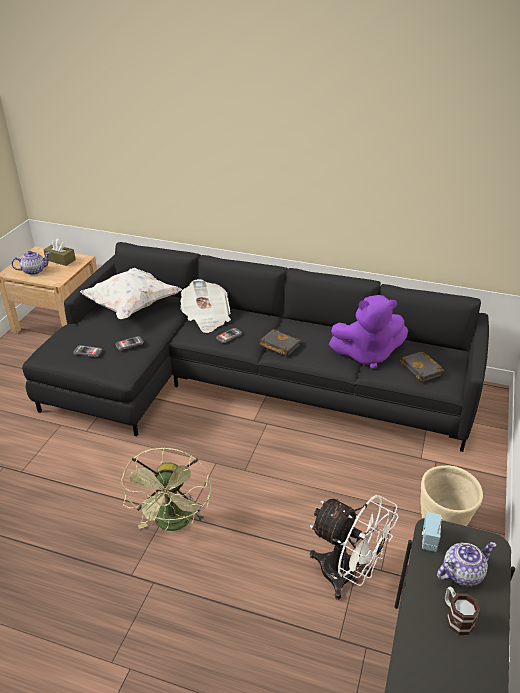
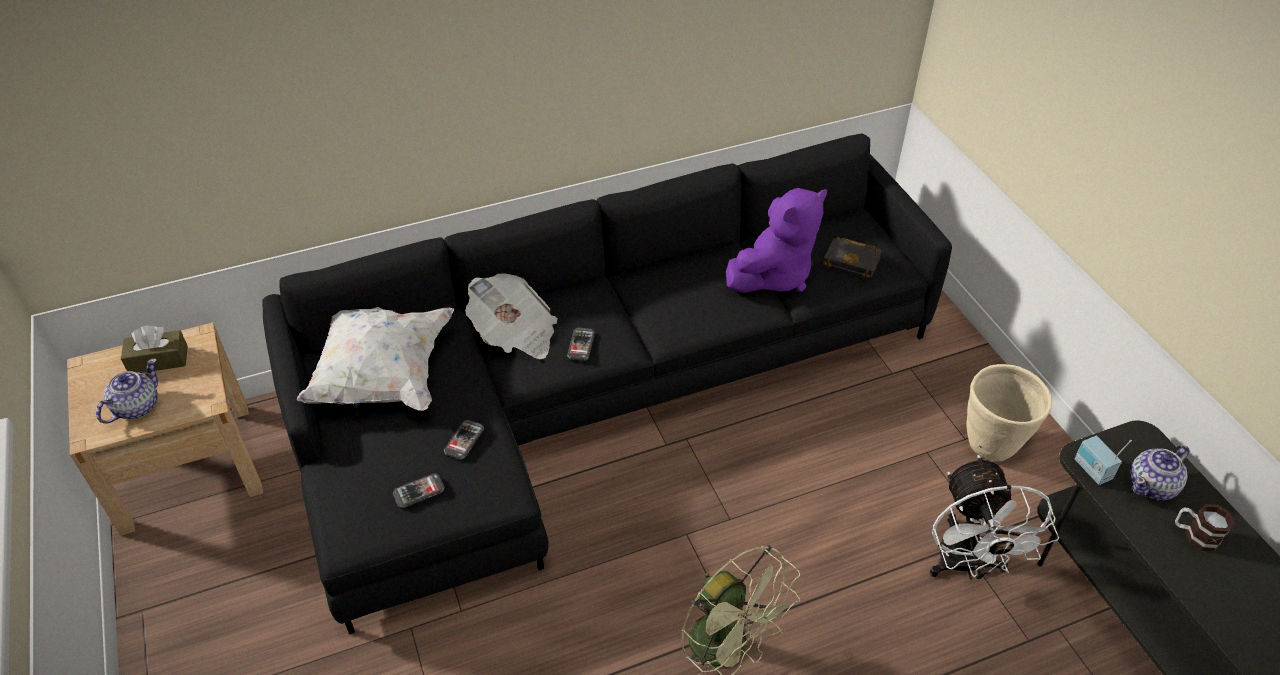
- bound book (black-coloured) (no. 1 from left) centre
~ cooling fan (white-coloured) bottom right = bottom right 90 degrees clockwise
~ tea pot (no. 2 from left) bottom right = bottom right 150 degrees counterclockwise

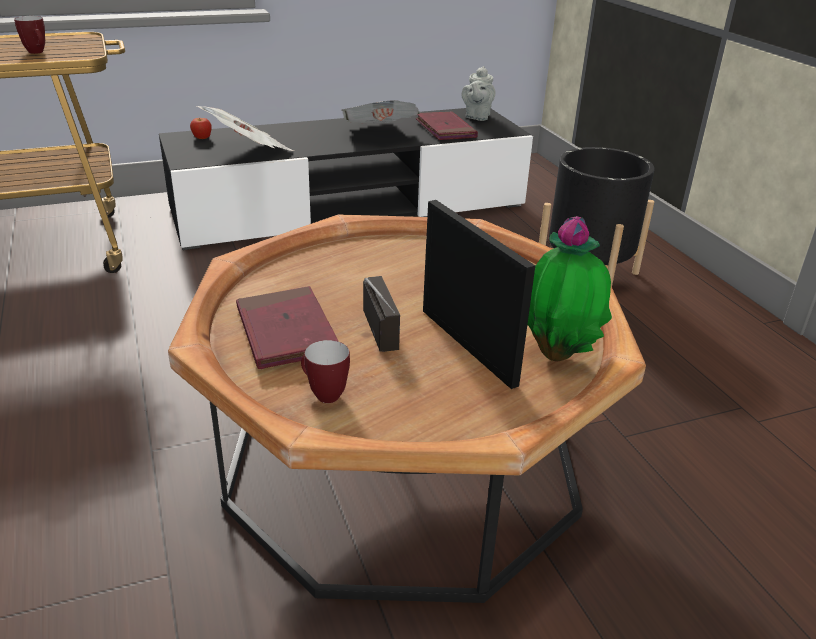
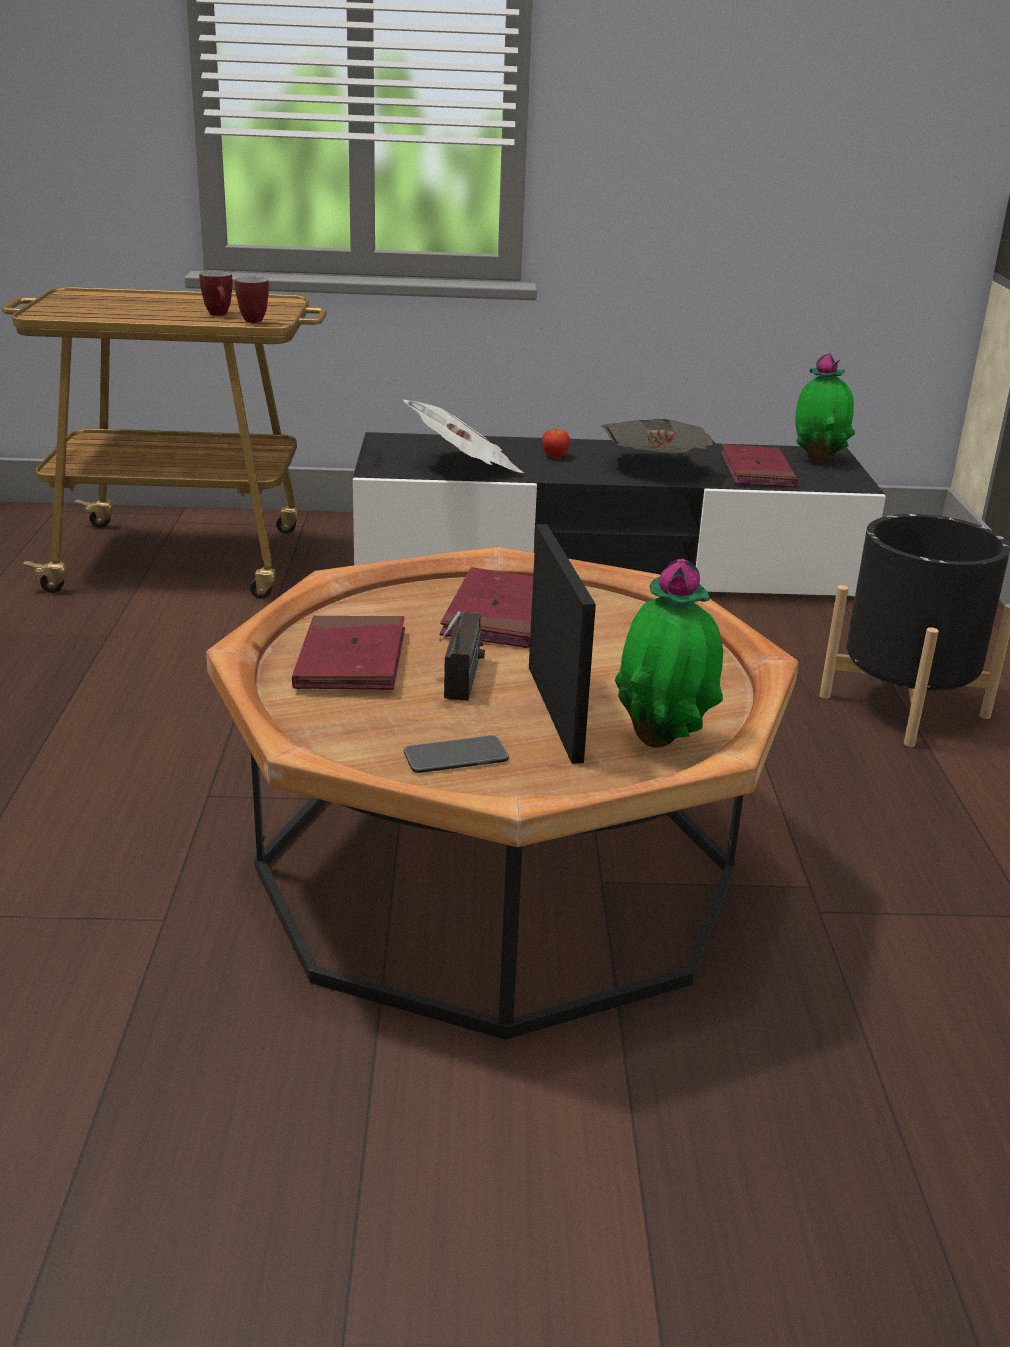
+ telephone centre
+ bound book (reddish) (no. 2 from left) centre
~ whole apple top left to top centre
~ mug (no. 2 from left) centre to top left
~ tea pot (gray) top centre to houseplant (no. 2 from left) top right

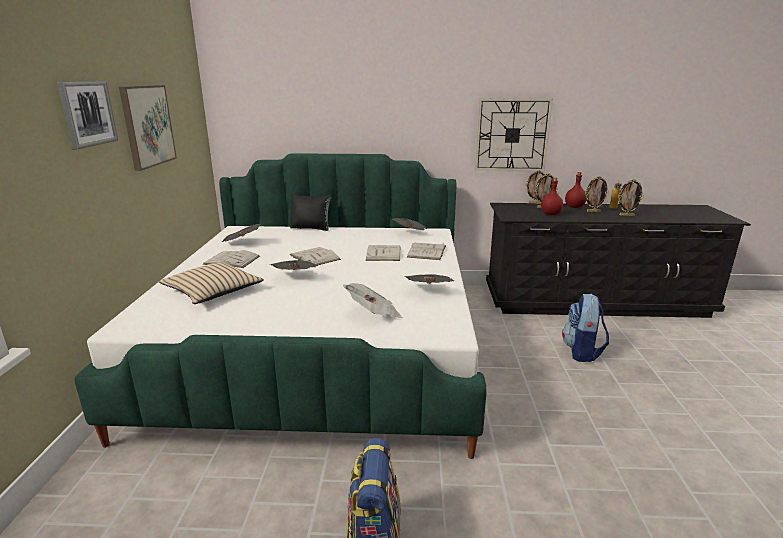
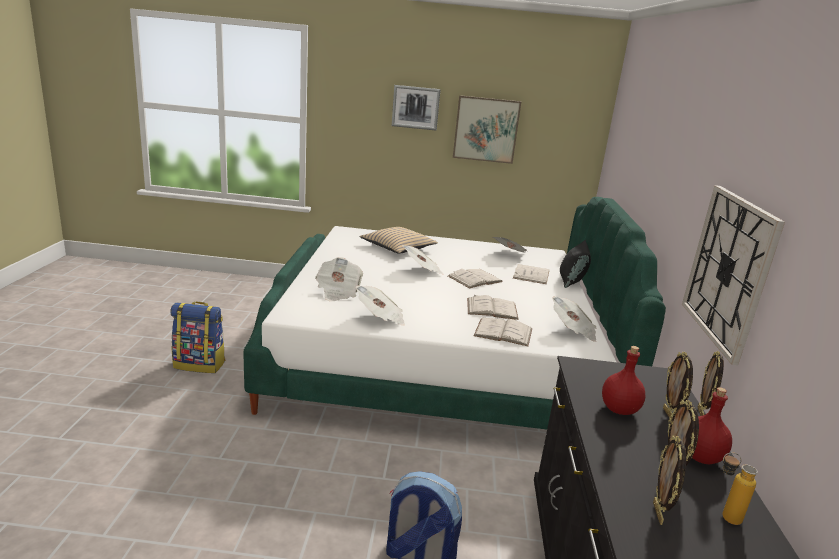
~ bound book (white-coloured) (no. 1 from left in the first image) middle left to bound book (white-coloured) (no. 4 from left) centre

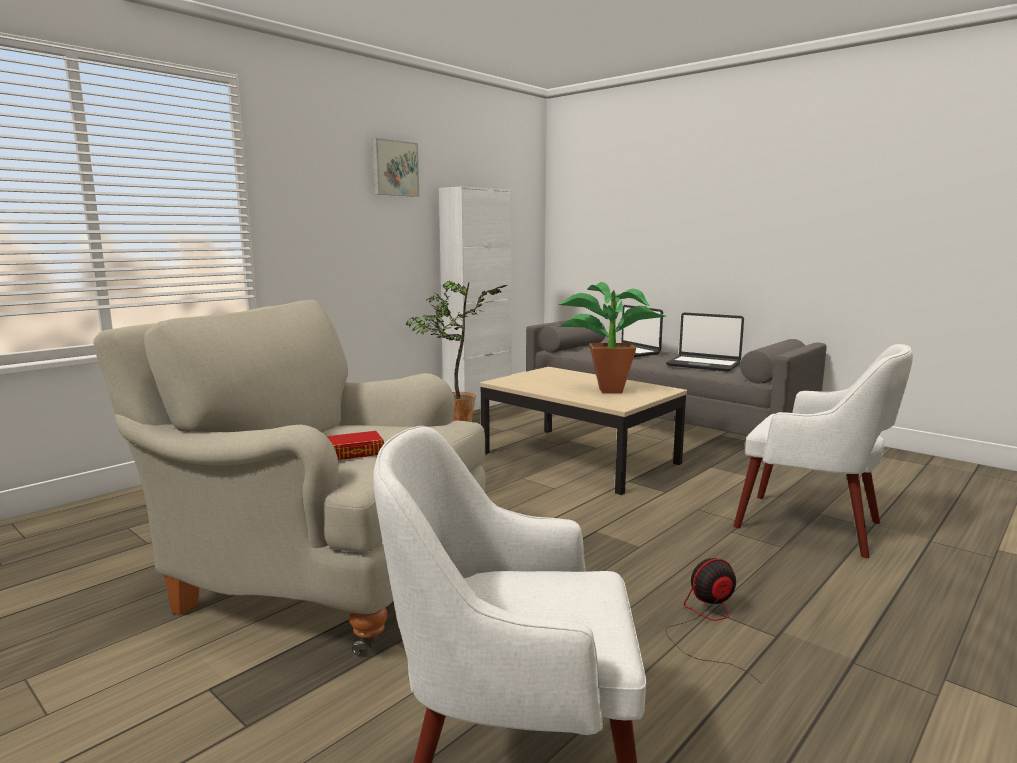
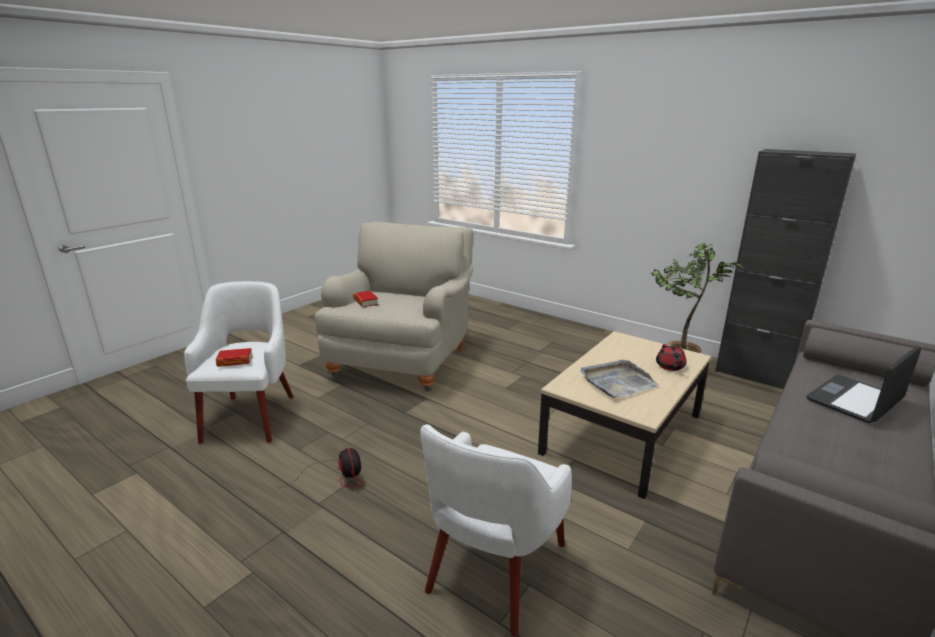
- picture top centre
- laptop (no. 2 from left) middle right
+ bound book (no. 1 from left) middle left
+ tea pot (reddish) middle right
~ houseplant (no. 2 from left) centre to carrying tray (gray) centre
~ cabinet (white-coloured) centre to cabinet (black-coloured) middle right

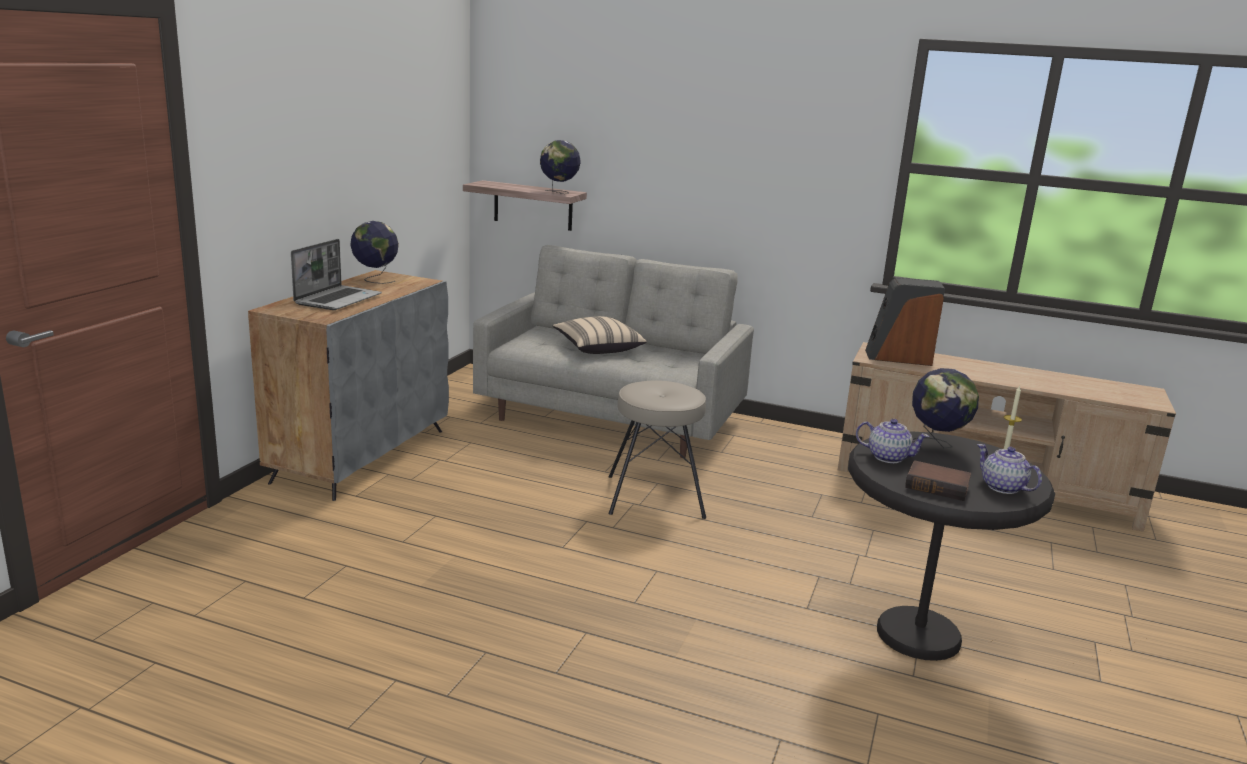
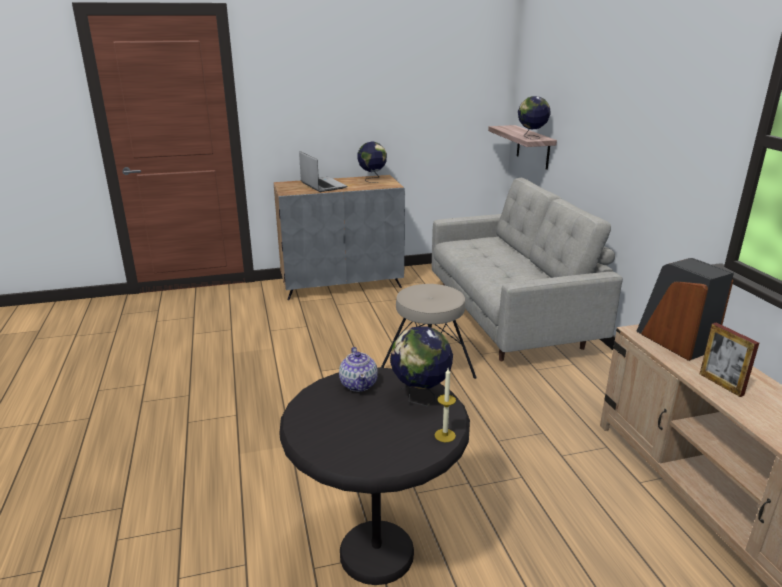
- pillow (beige-coloured) centre
- bound book middle right
- tea pot (no. 2 from left) middle right
+ picture frame middle right
~ laptop middle left = top centre 105 degrees counterclockwise

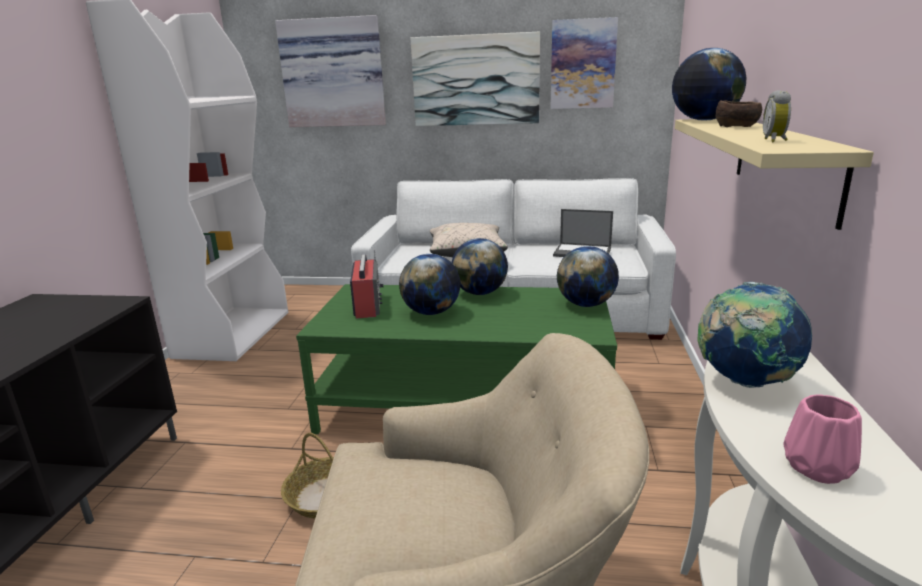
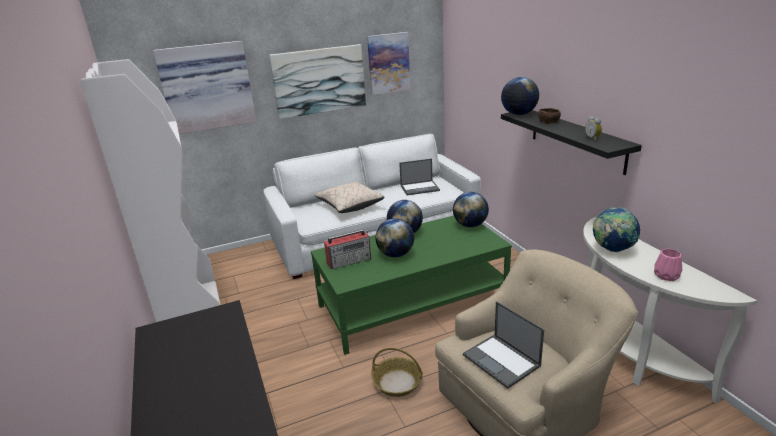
+ laptop (no. 2 from left) bottom centre
~ wall shelf (beige-coloured) top right to wall shelf (black-coloured) top right
~ radio receiver centre = centre 105 degrees clockwise

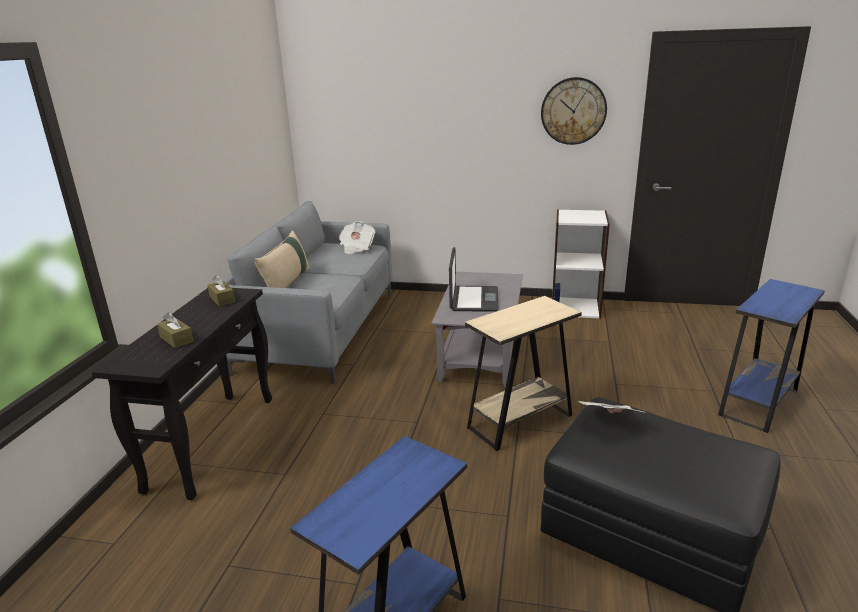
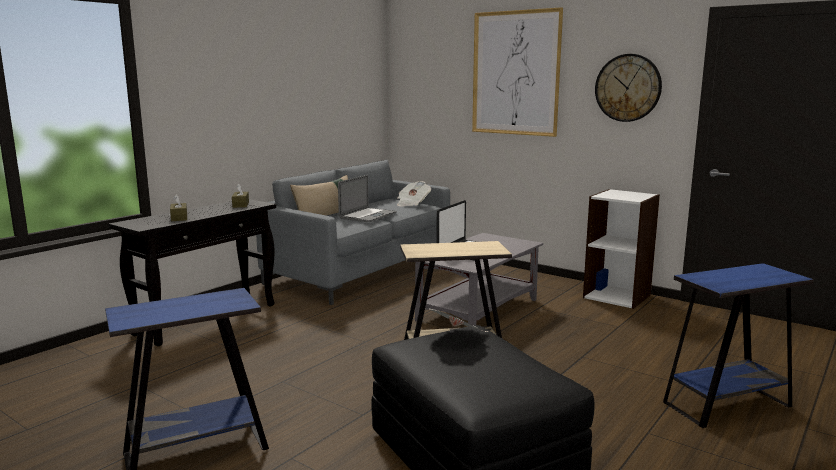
+ laptop (no. 1 from left) centre
+ picture top centre

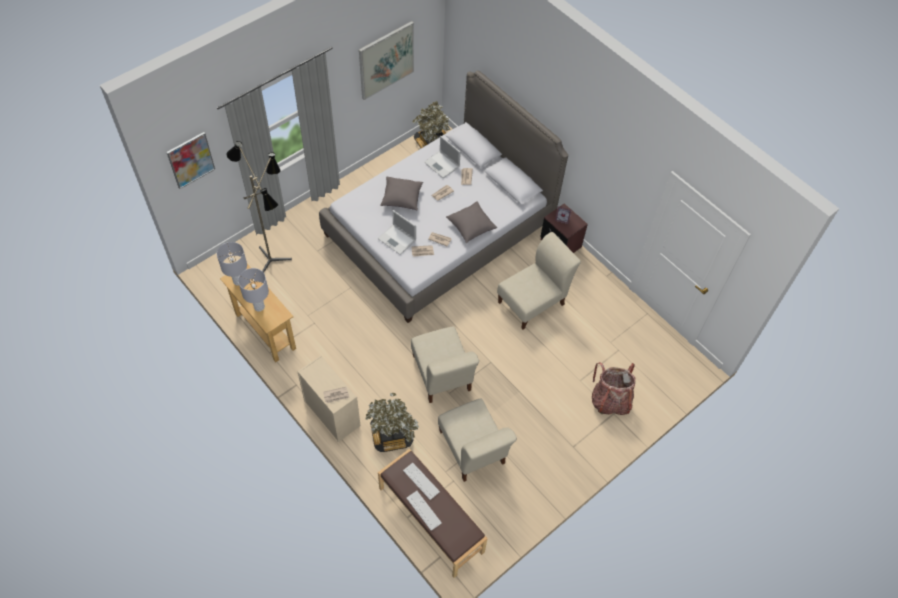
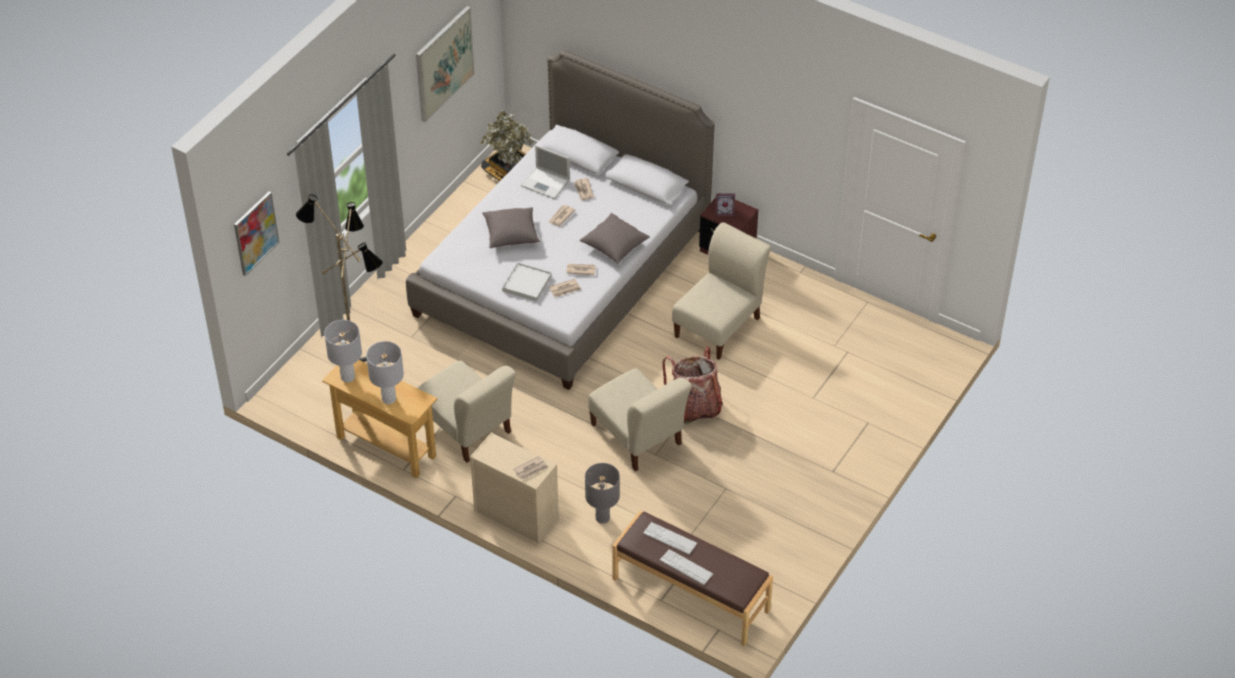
~ plain chair (beige-coloured) (no. 2 from left in the first image) bottom centre to plain chair (beige-coloured) (no. 1 from left) centre
~ backpack middle right to centre
~ houseplant (no. 1 from left) bottom centre to table lamp (gray) (no. 3 from left) bottom centre
~ laptop (no. 1 from left) centre to carrying tray (white-coloured) centre

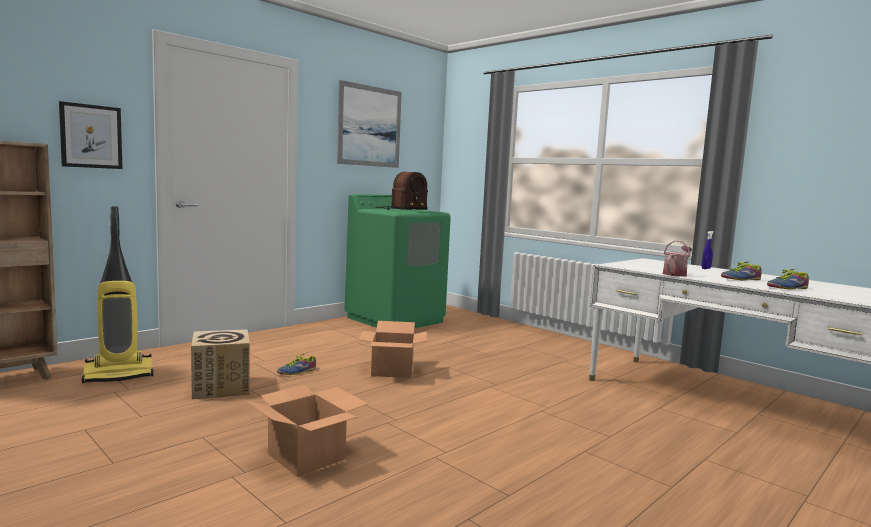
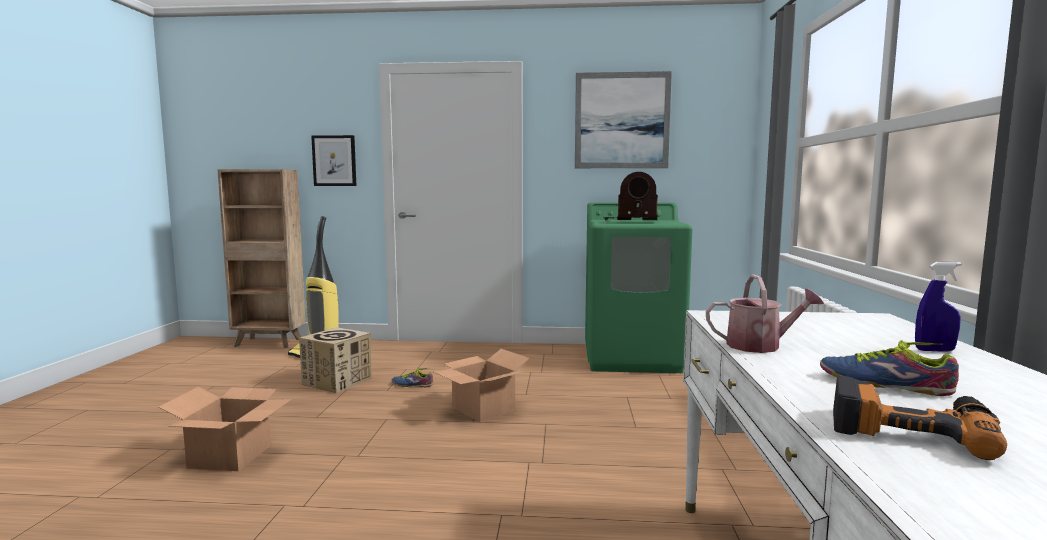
~ shoe (no. 3 from left) middle right to electric drill bottom right

